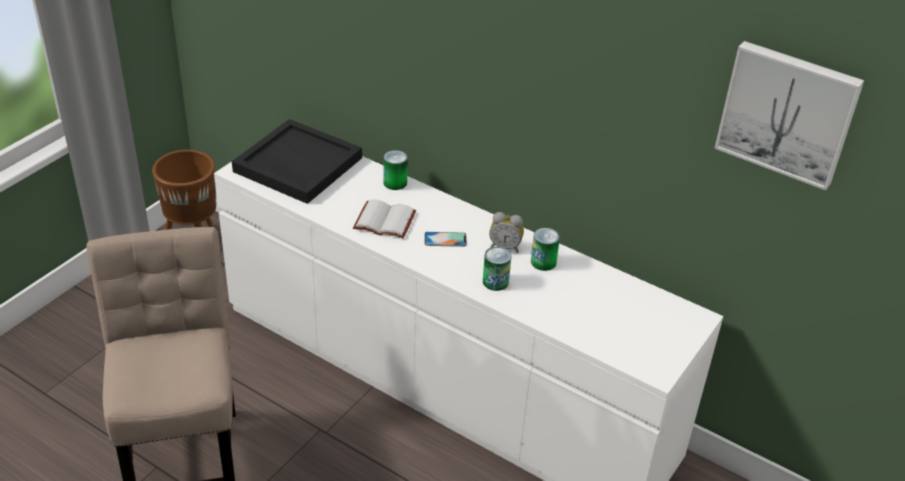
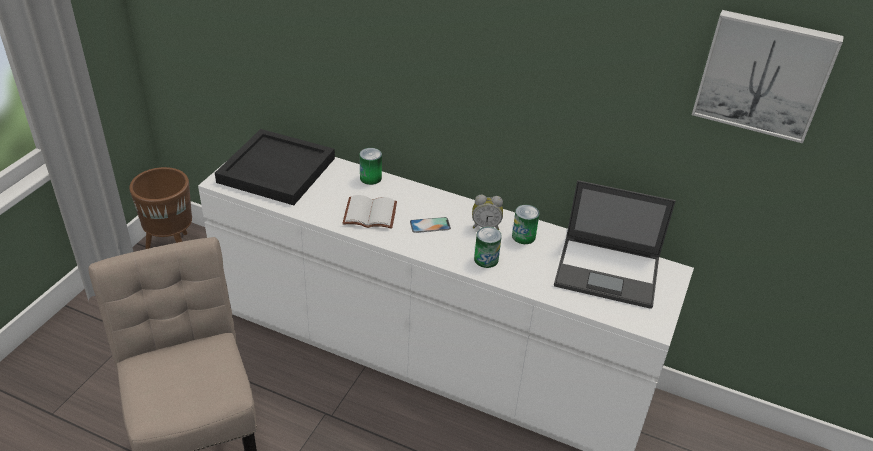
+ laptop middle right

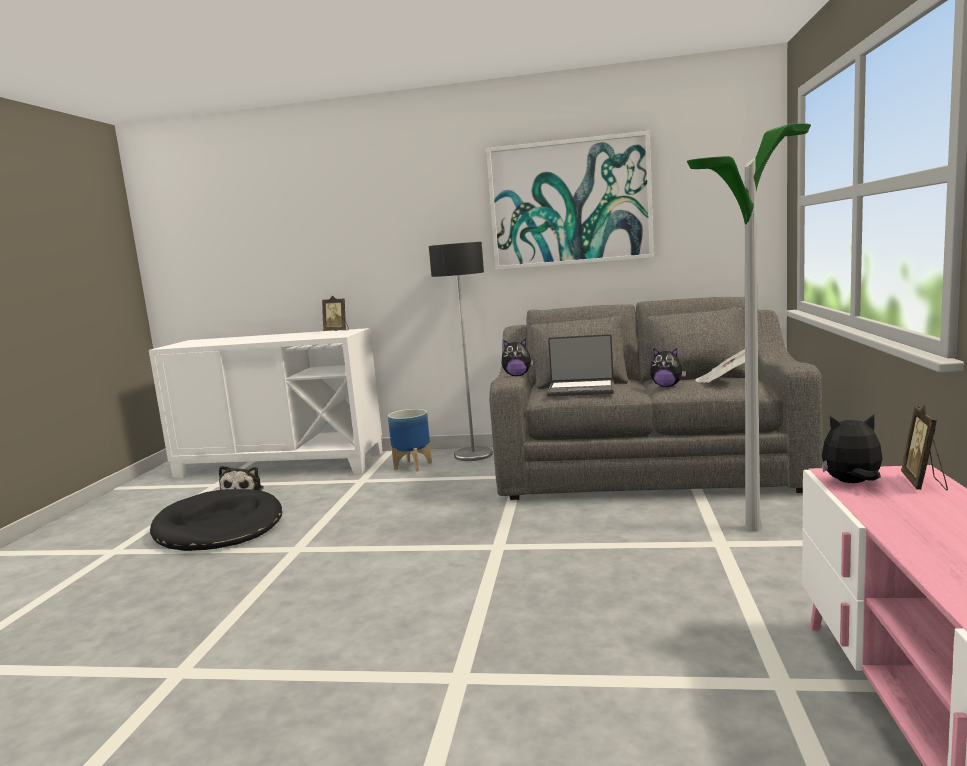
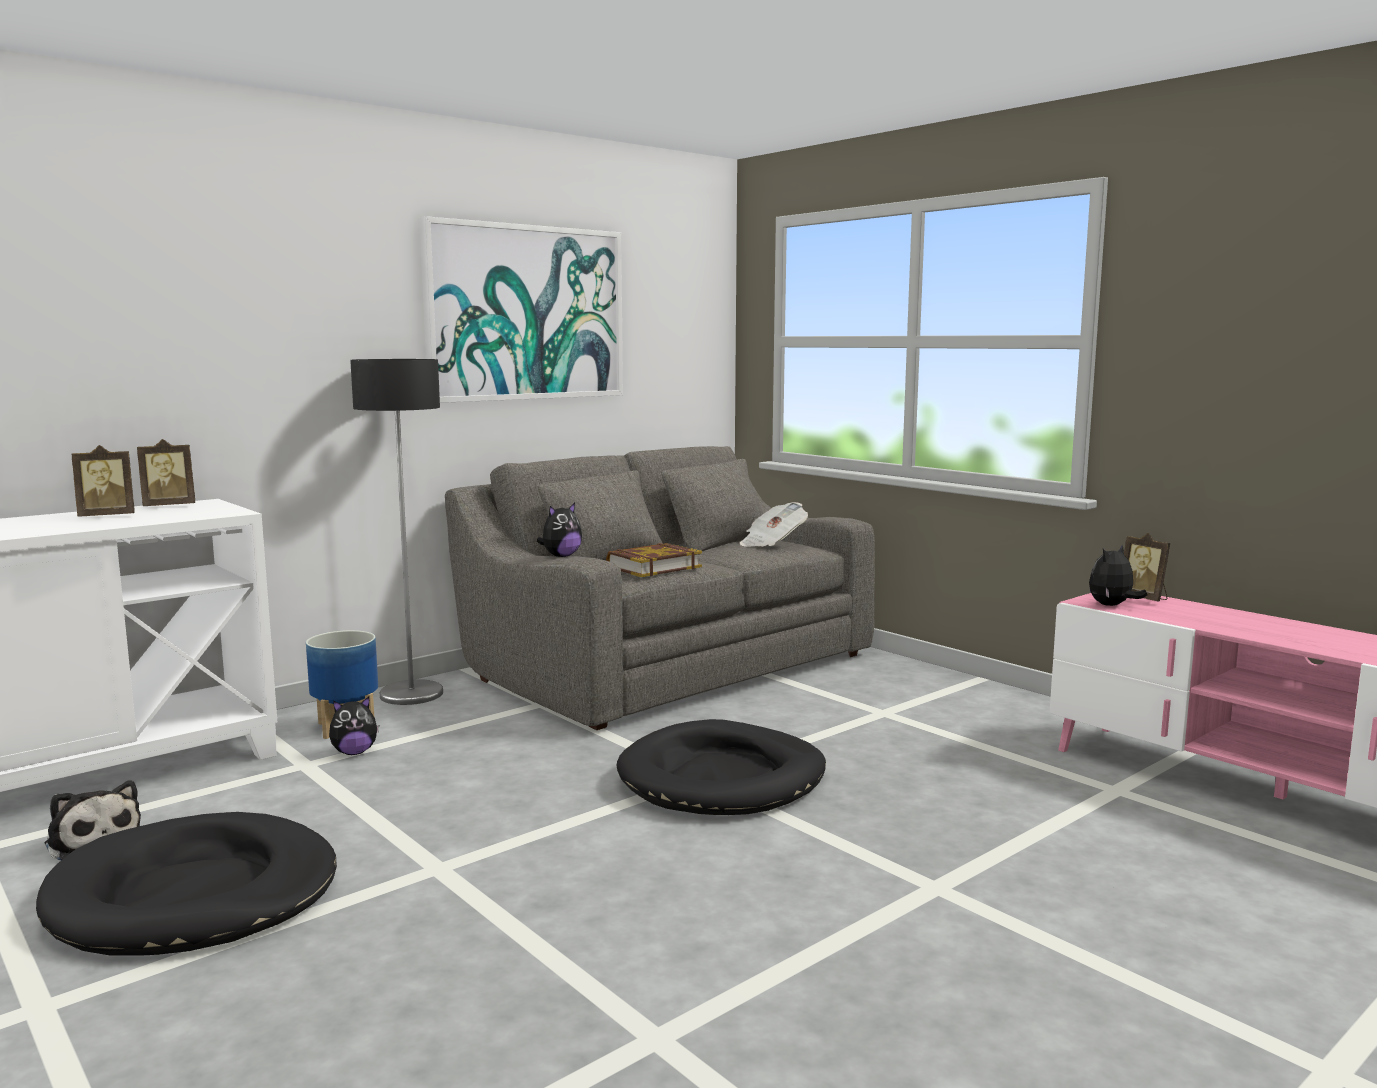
- standing lamp (no. 2 from left) middle right
+ picture frame (no. 1 from left) middle left
+ dog bed (black-coloured) (no. 2 from left) bottom centre
~ plush toy (no. 3 from left in the first image) middle right to plush toy (no. 2 from left) bottom left
~ laptop centre to bound book centre

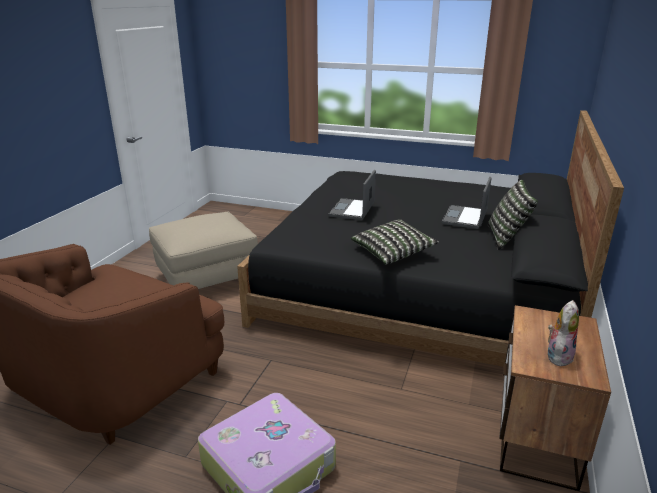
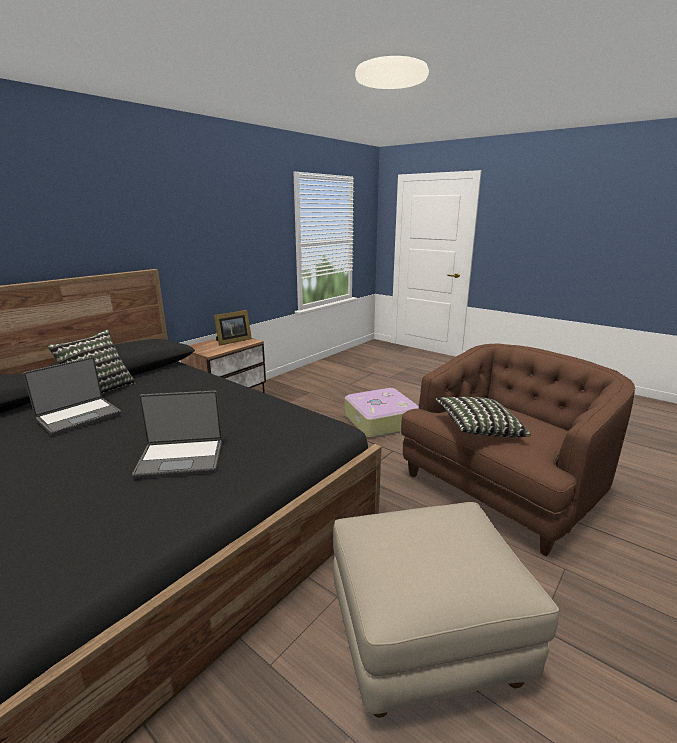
~ pillow (no. 1 from left in the first image) centre to pillow (no. 2 from left) middle right
~ plush toy bottom right to picture frame centre
~ laptop (no. 1 from left in the first image) centre = middle left 45 degrees clockwise

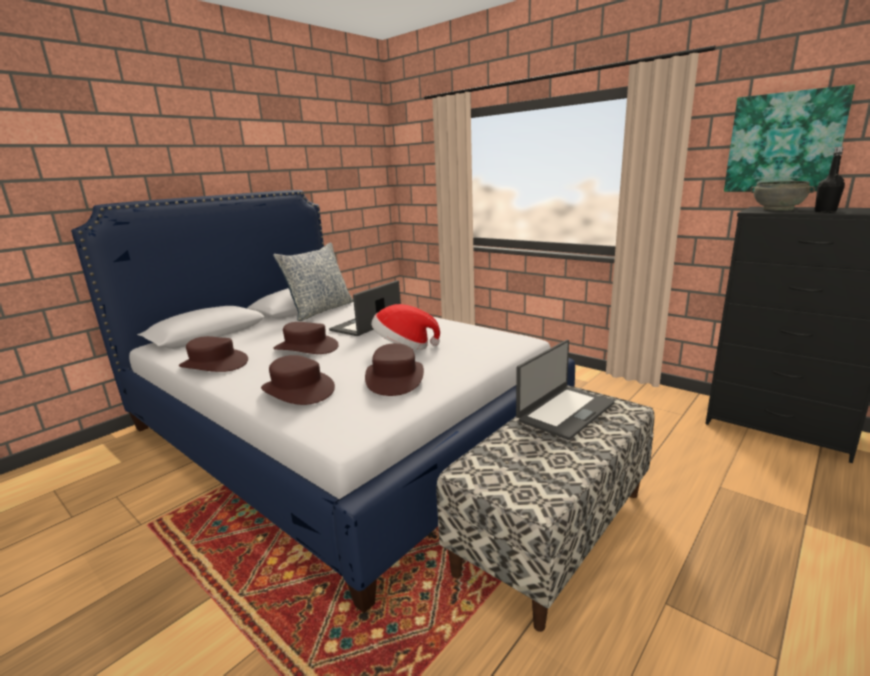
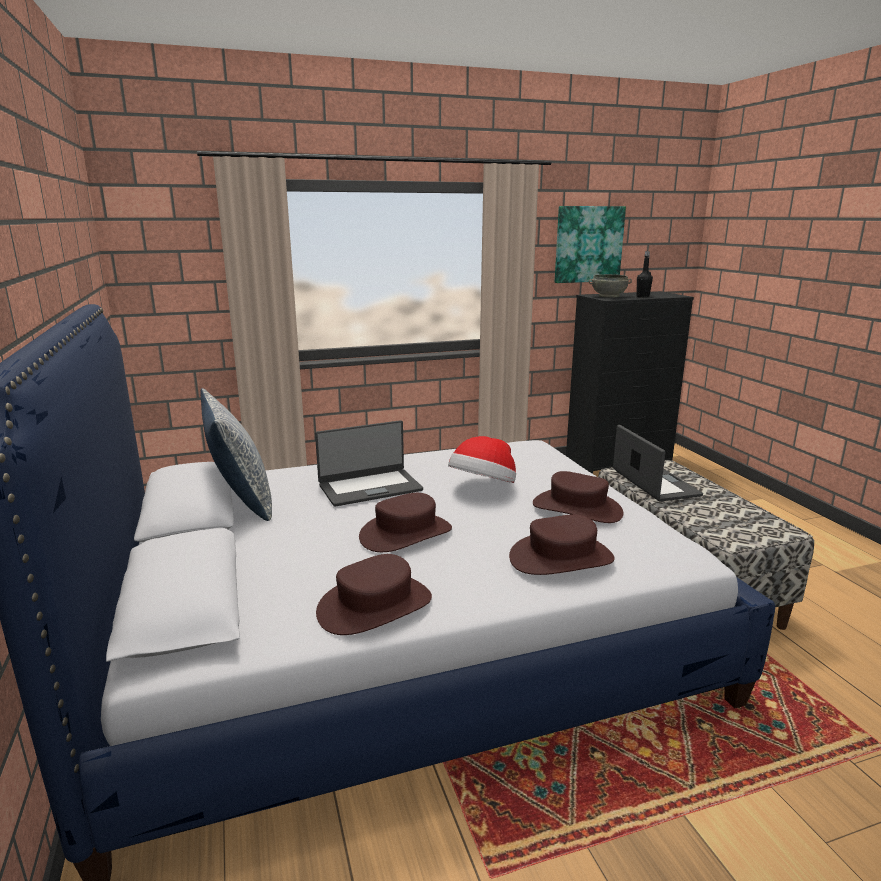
~ laptop (no. 1 from left) centre = centre 90 degrees counterclockwise

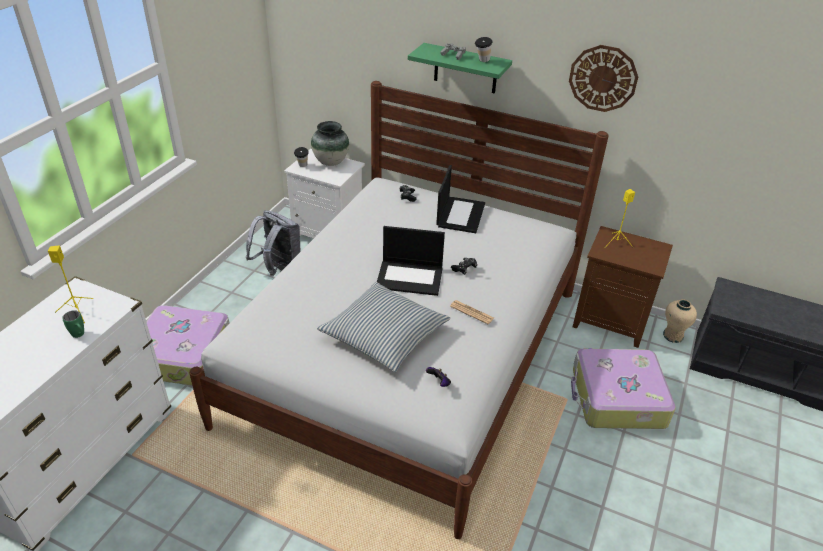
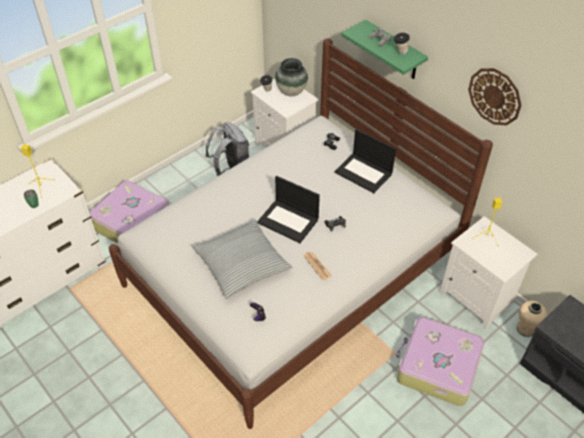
~ bedside table (brown) middle right to bedside table (white-coloured) (no. 2 from left) middle right
~ laptop (no. 2 from left) centre = centre 90 degrees clockwise

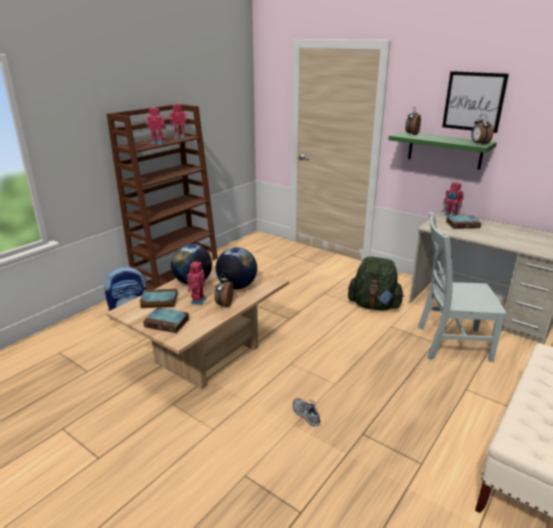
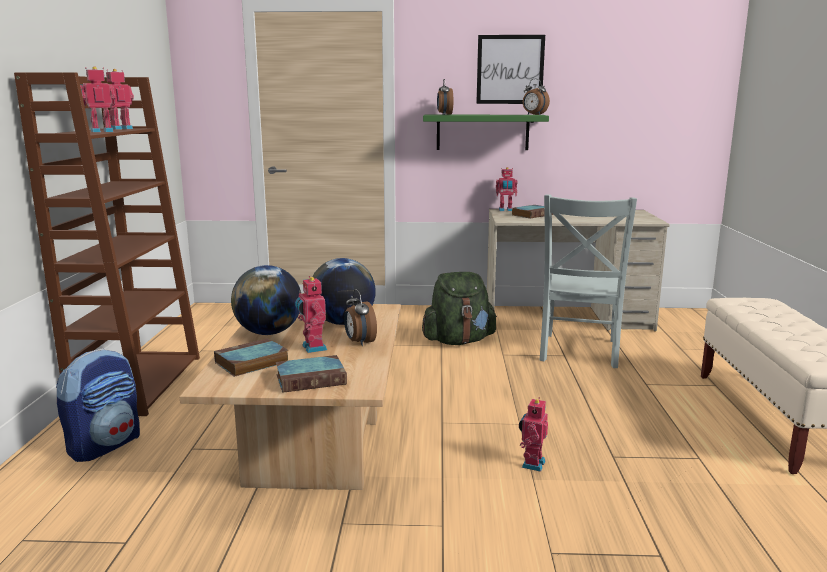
~ shoe bottom centre to robot figure (no. 5 from left) bottom centre
~ plain chair (gray) middle right = middle right 45 degrees counterclockwise

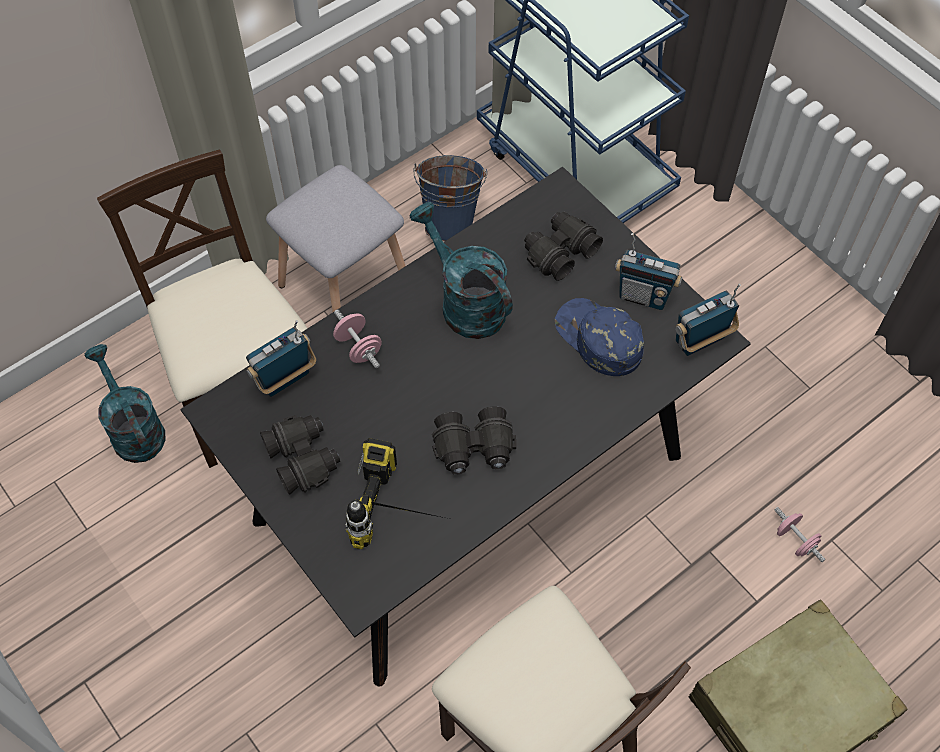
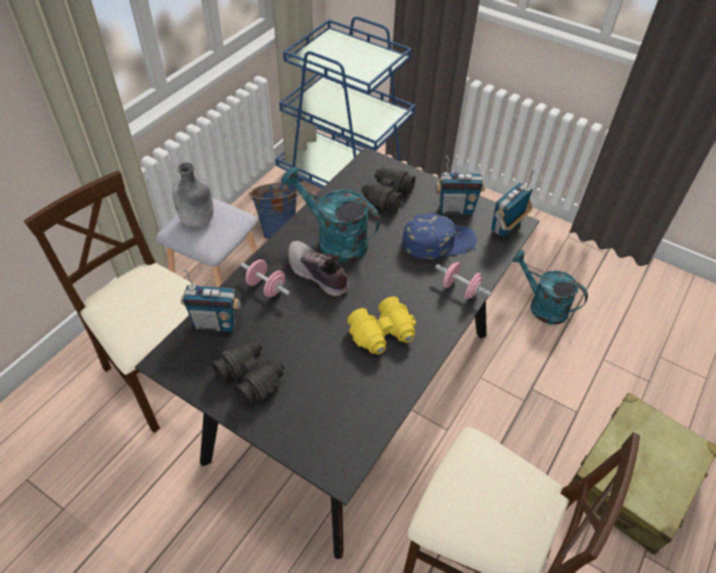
- electric drill centre
+ beverage bottle (gray) middle left
+ shoe centre
~ watering pot (blue-green) (no. 1 from left in the first image) middle left to watering pot (blue-green) (no. 2 from left) middle right
~ dumbbell (pinkish) (no. 2 from left) bottom right to centre
~ field glasses (black-coloured) (no. 2 from left) centre to field glasses (yellow) centre
~ radio receiver (no. 1 from left) middle left = middle left 120 degrees counterclockwise
~ baseball cap (blue-coloured) centre = centre 135 degrees clockwise

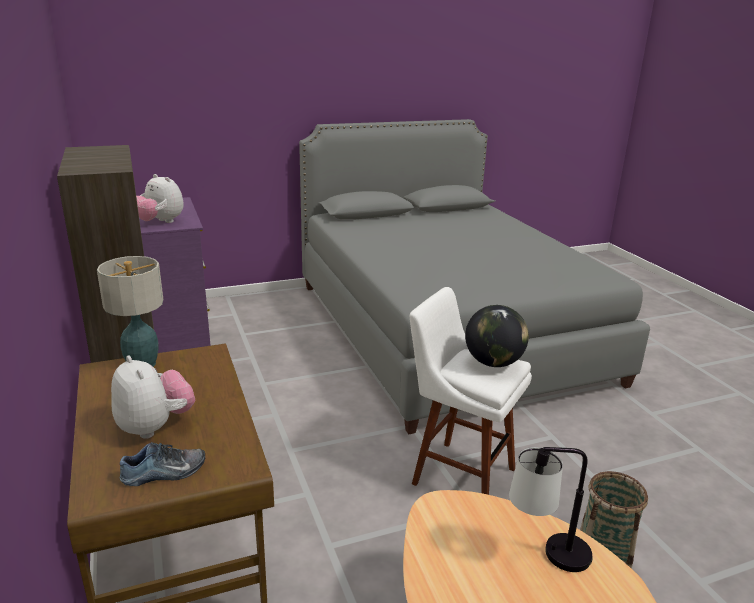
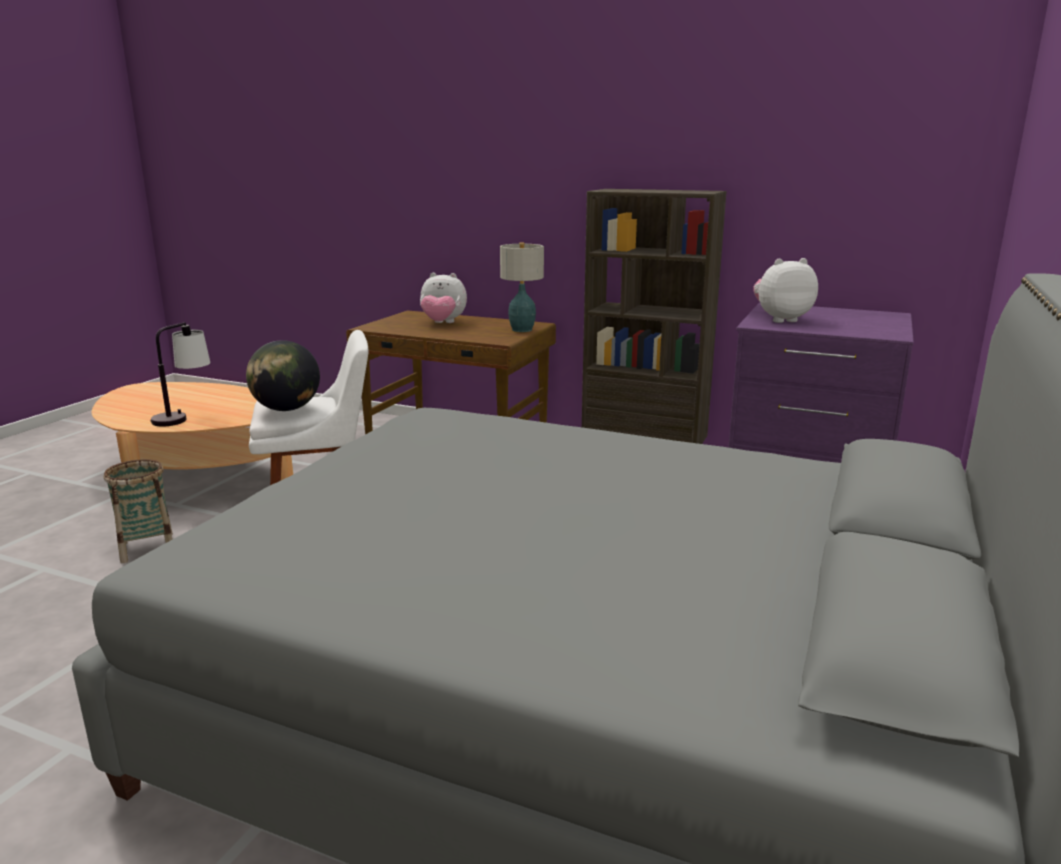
- shoe bottom left

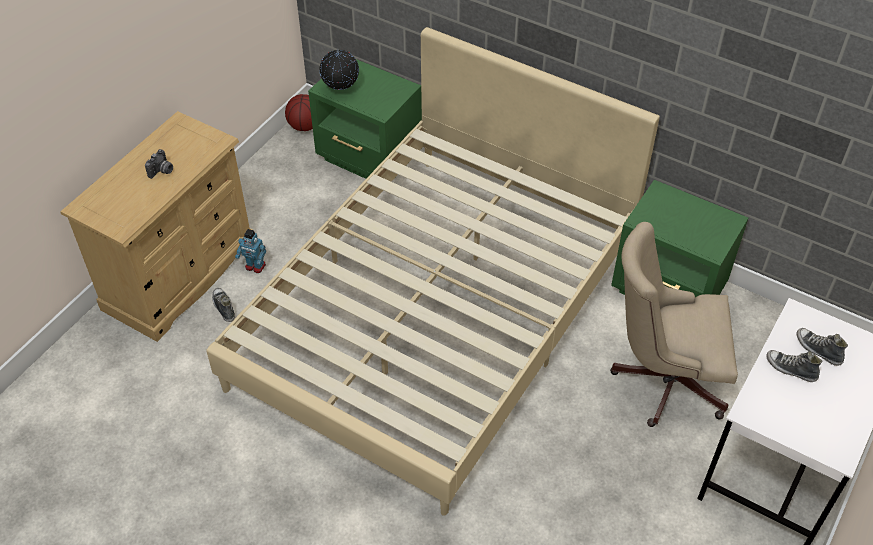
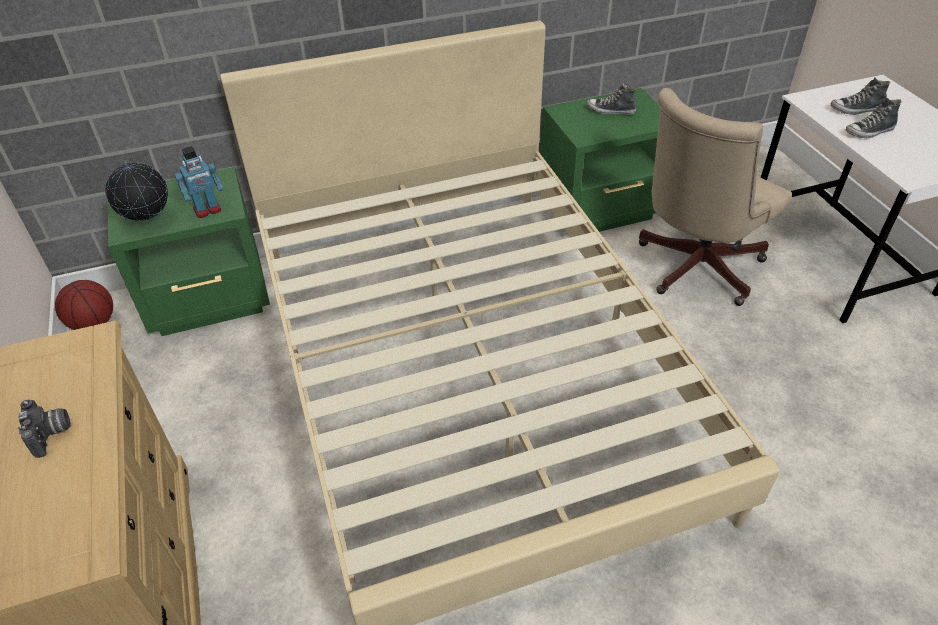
~ shoe (no. 1 from left) middle left to top centre
~ robot figure middle left to top left

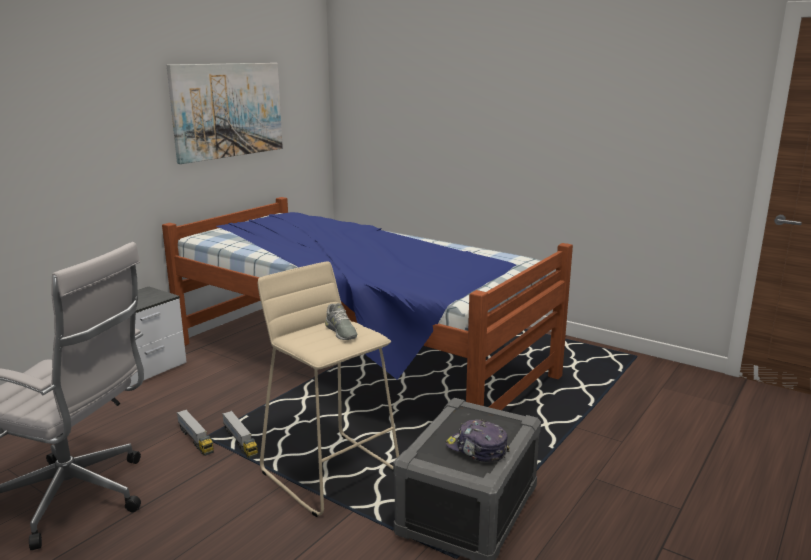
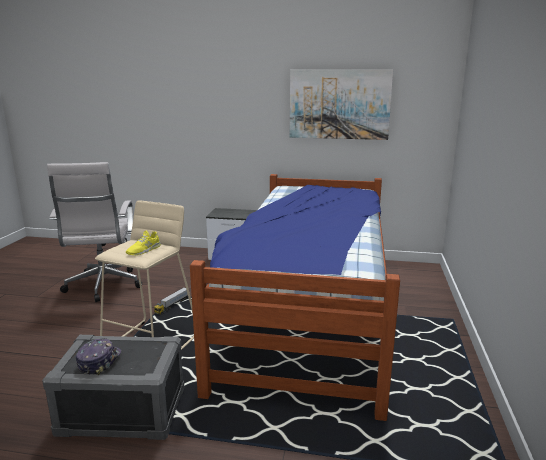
- toy lorry (no. 1 from left) bottom left
~ shoe (gray) centre to shoe (yellow) middle left

